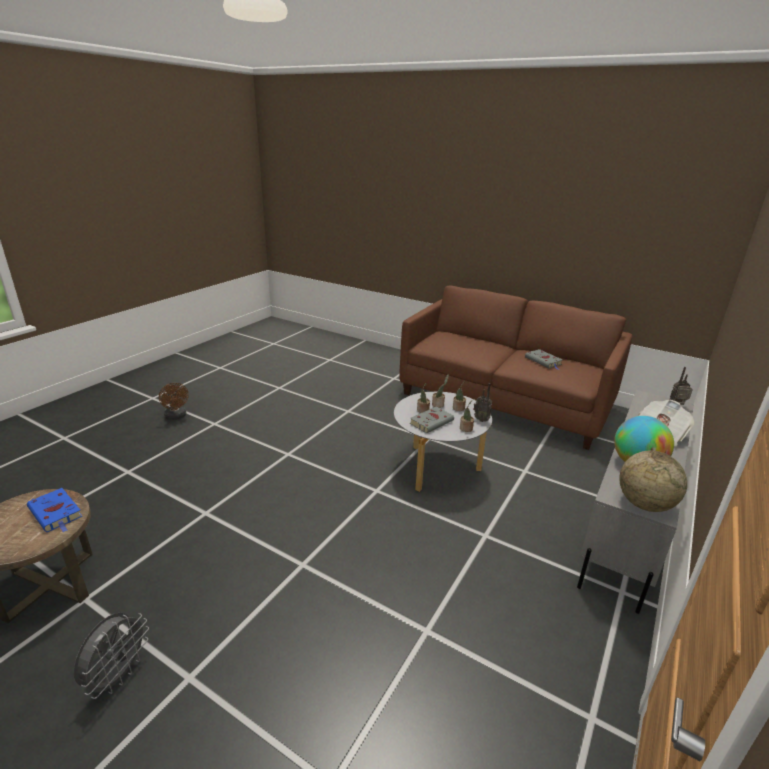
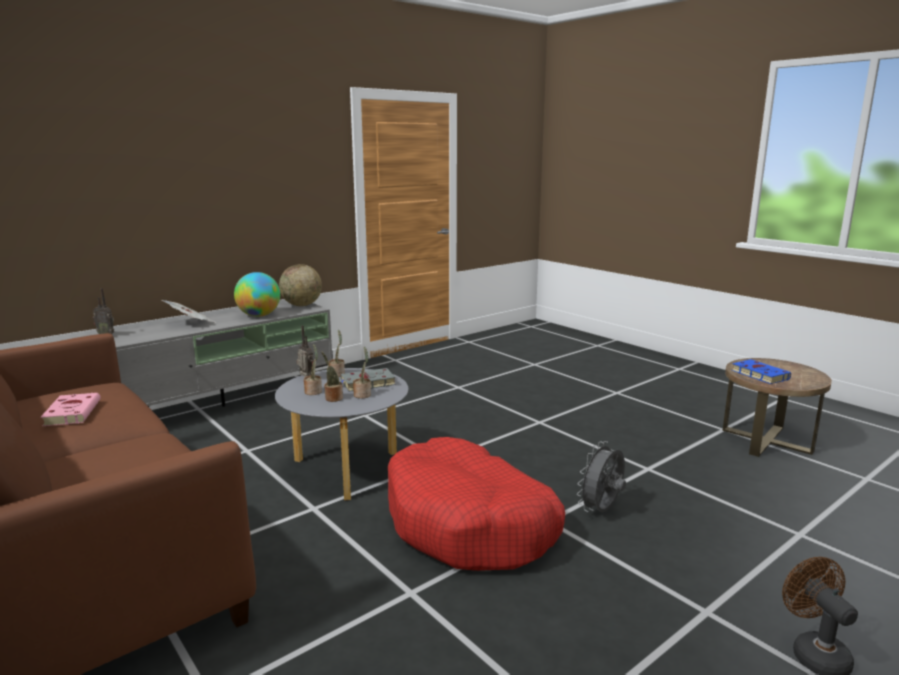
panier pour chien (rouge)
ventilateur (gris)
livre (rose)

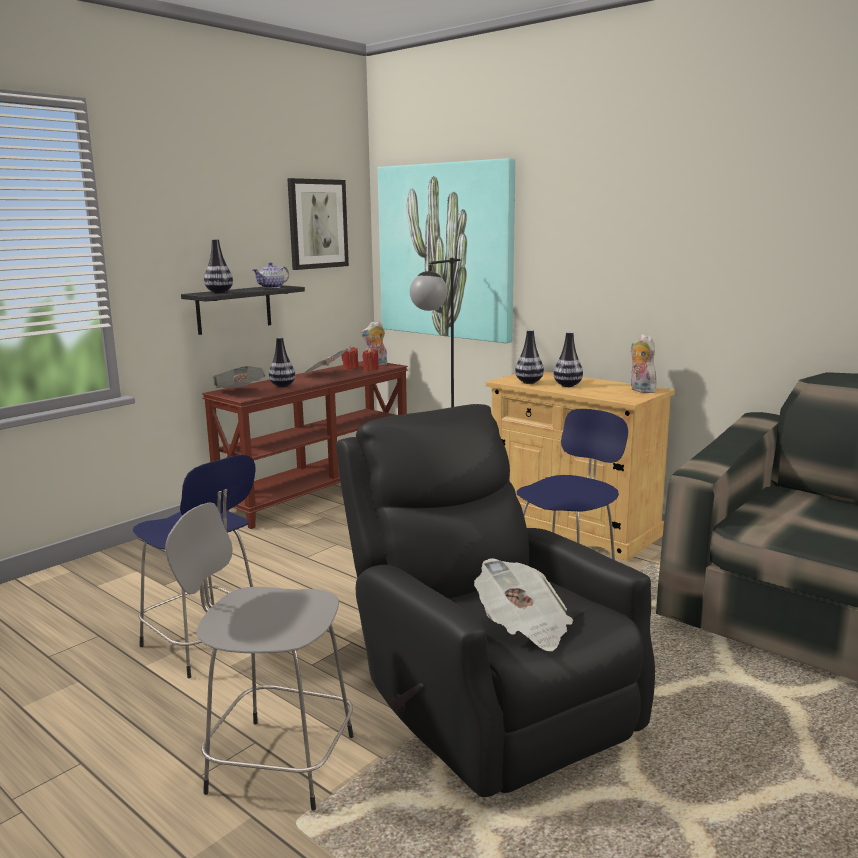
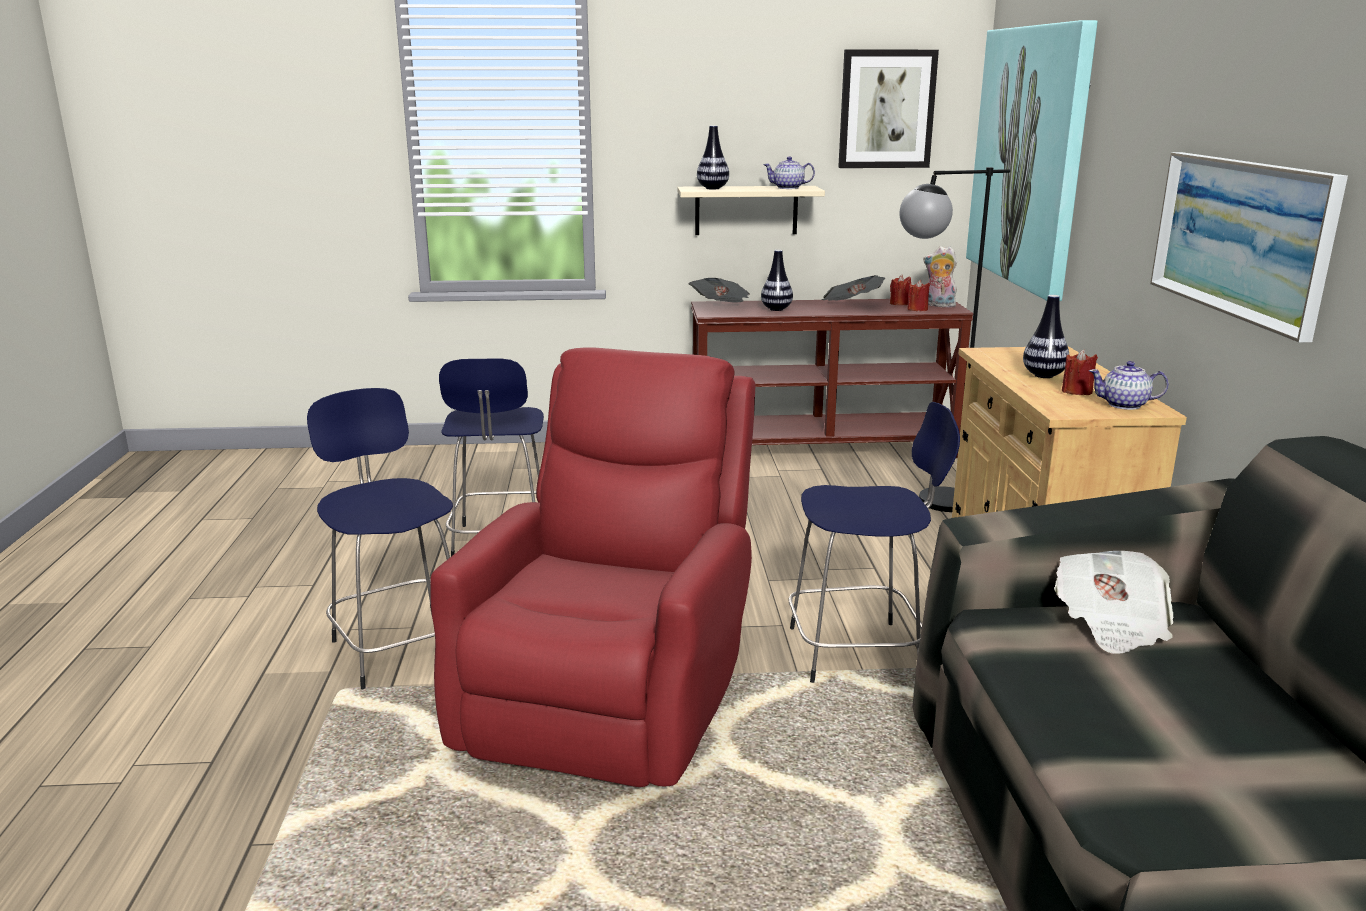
vase (3rd from left in the first image)
bougie (rouge) (3rd from left)
tableau (3rd from left)
journal (3rd from left)
théière (2nd from left)
tabouret (bleu) (1st from left)
étagère (beige)
fauteuil (rouge)

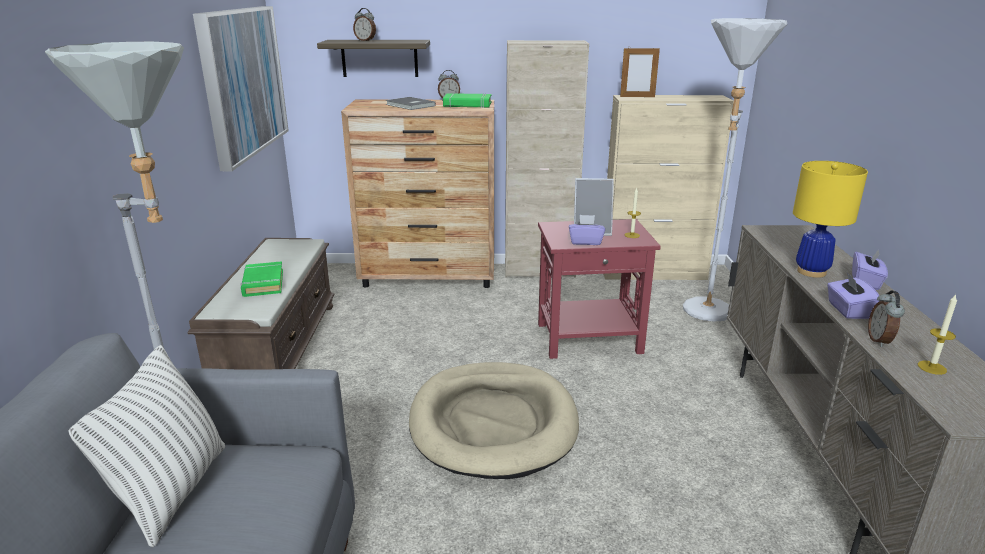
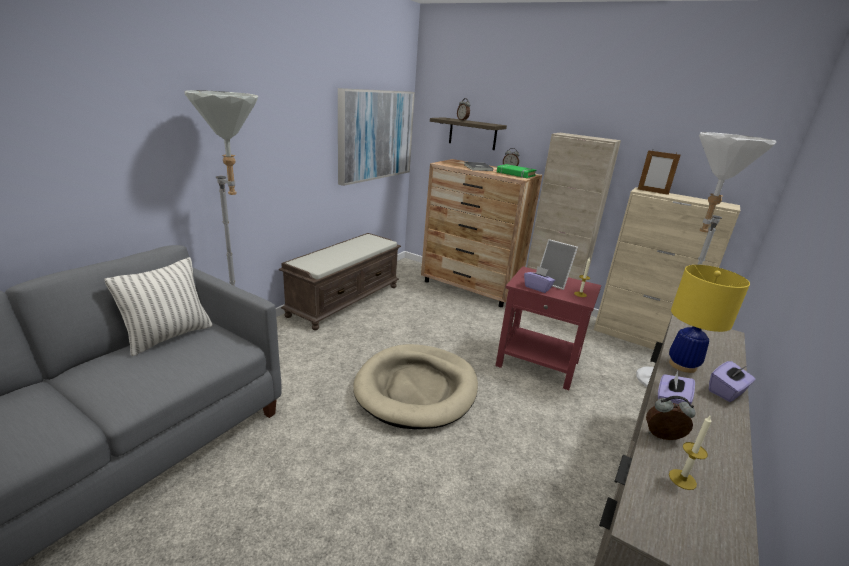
livre (vert) (1st from left in the first image)
réveil (3rd from left)

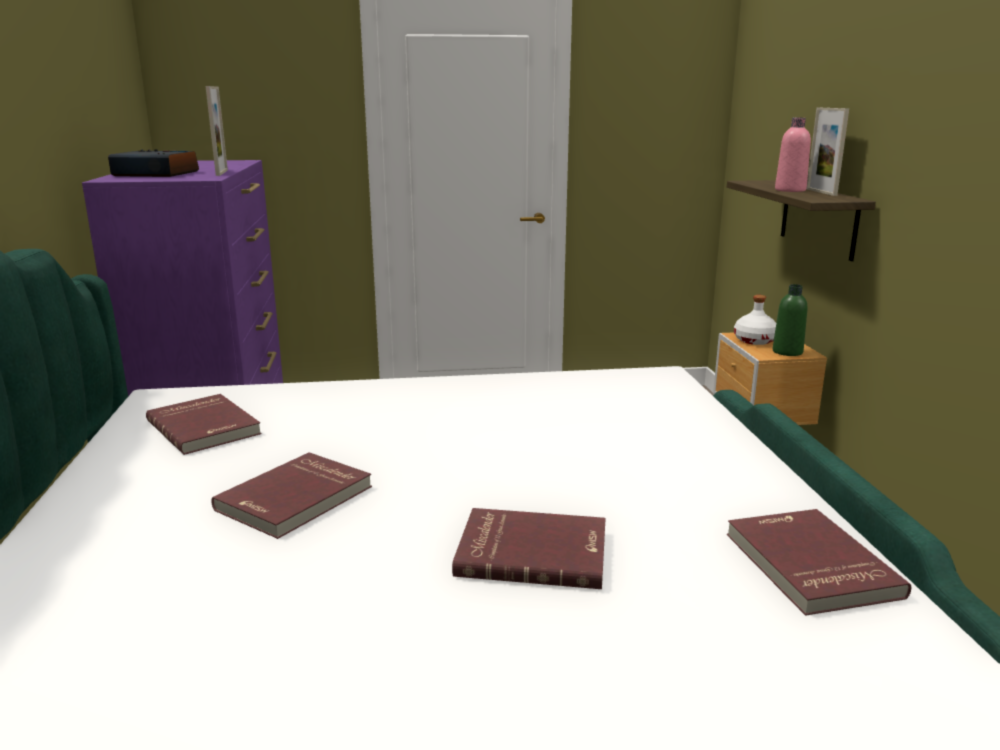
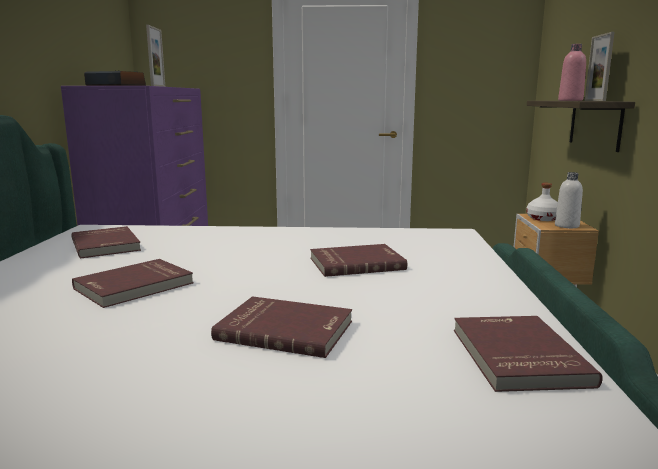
livre (rouge) (4th from left)
bouteille (blanc) (2nd from left)

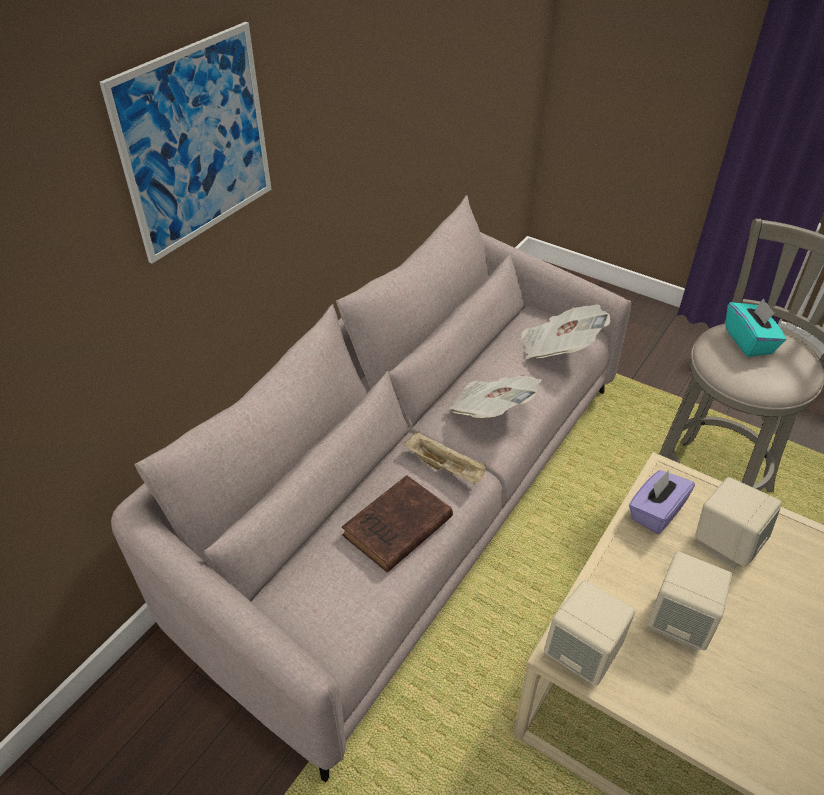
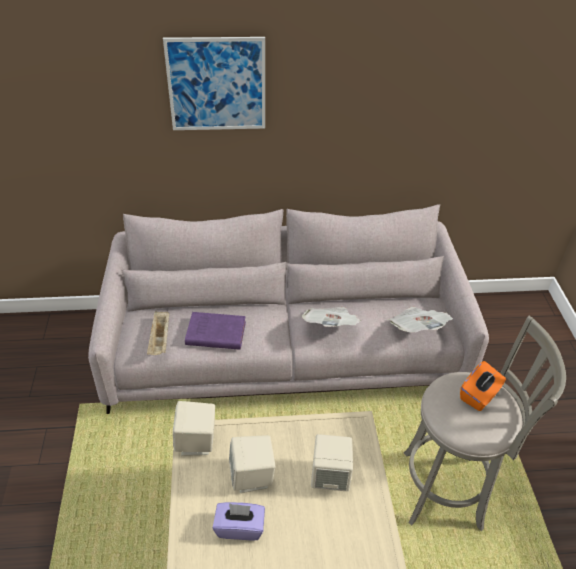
plateau (beige)
boîte à mouchoirs (violet)
livre (violet)
boîte à mouchoirs (orange)

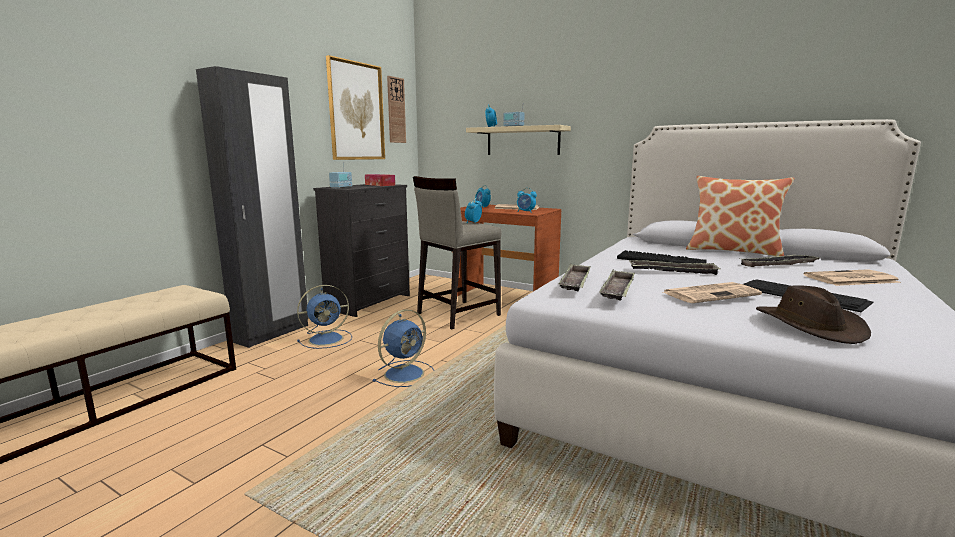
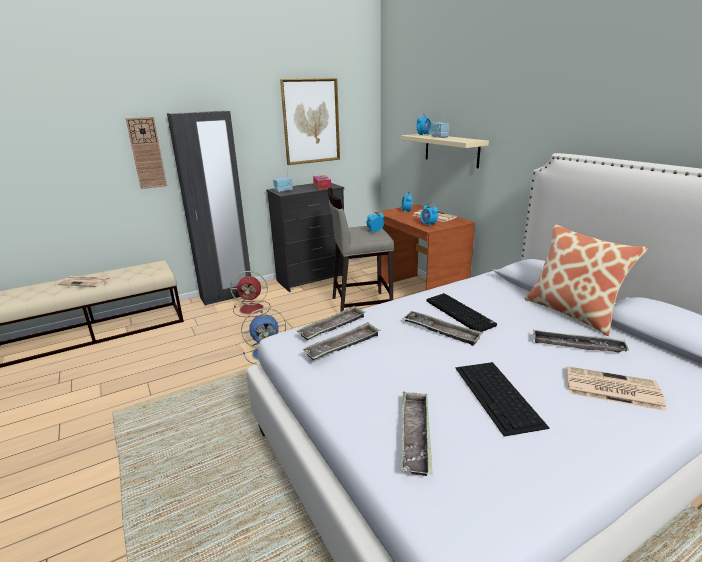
horloge murale
journal (1st from left)
plateau (3rd from left)
ventilateur (rouge)

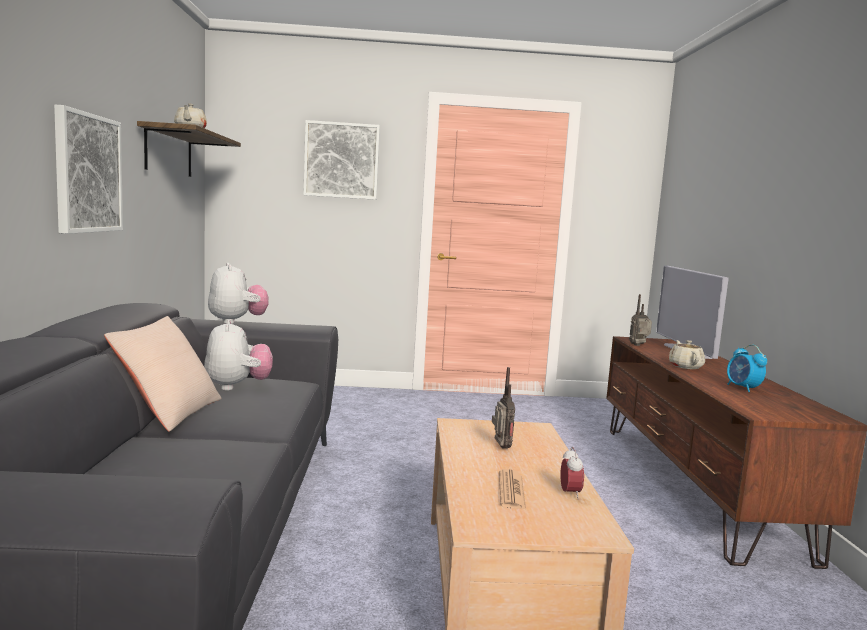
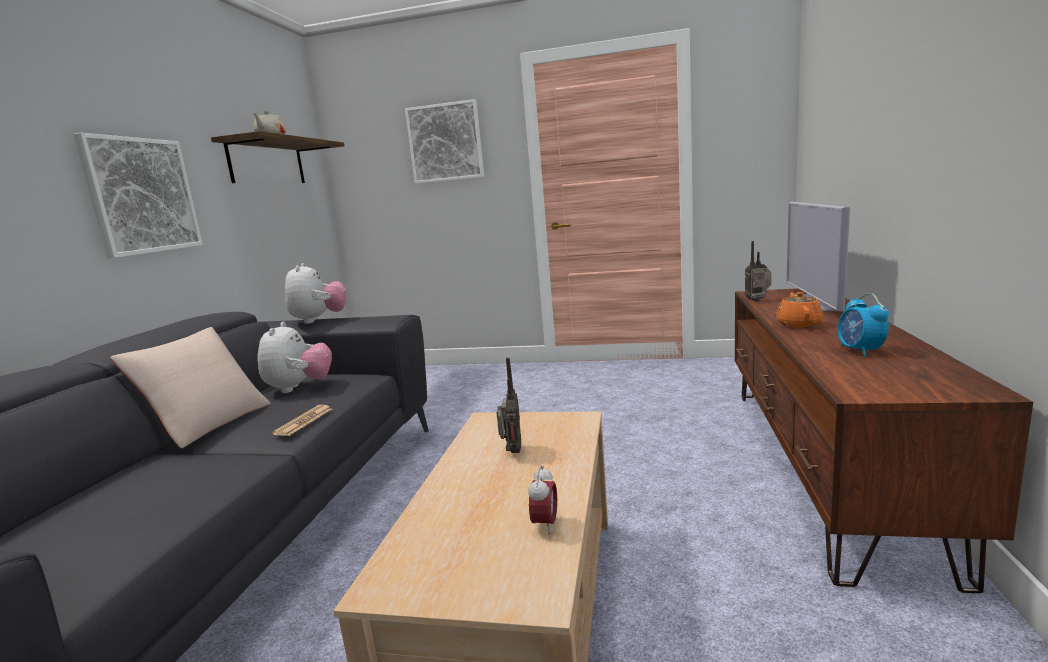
journal
théière (orange)

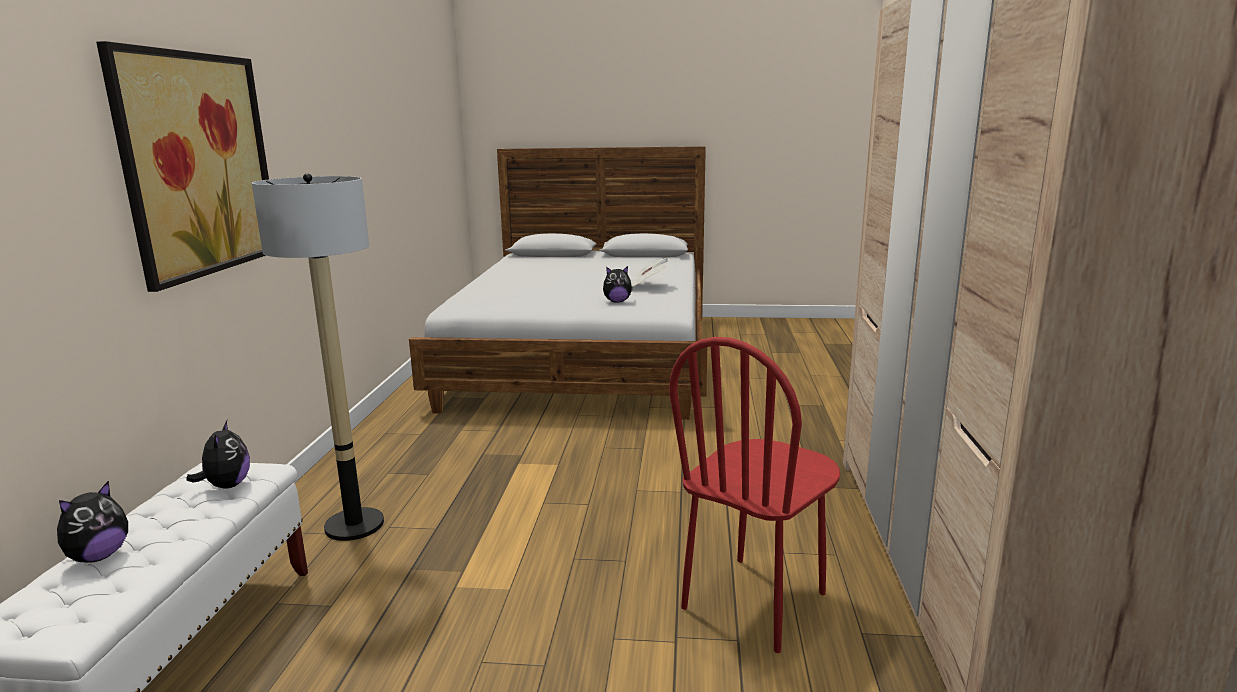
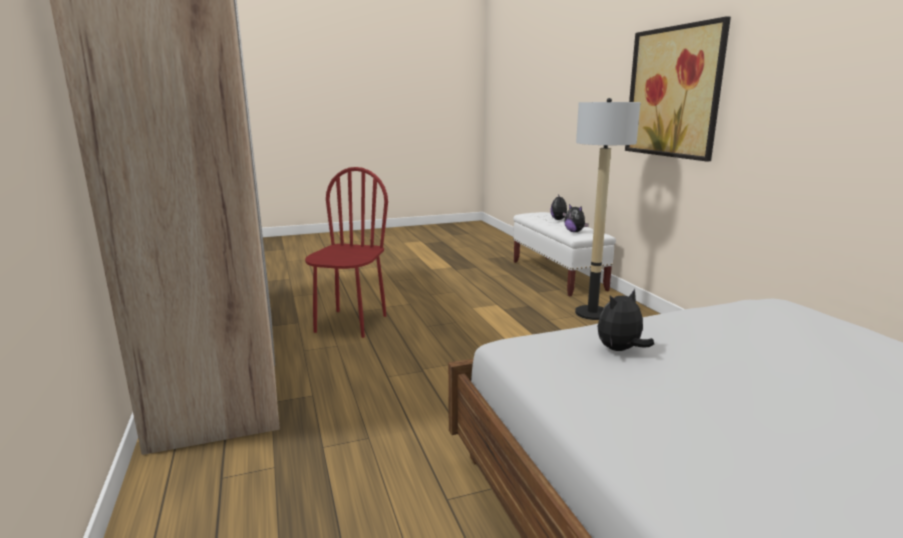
journal

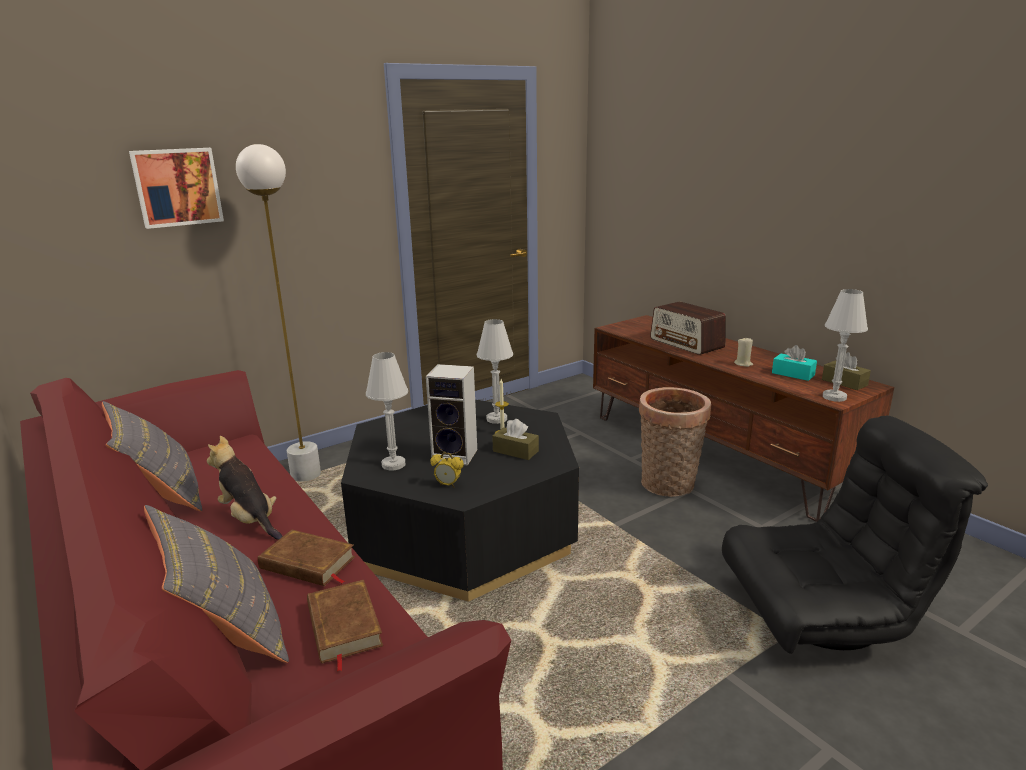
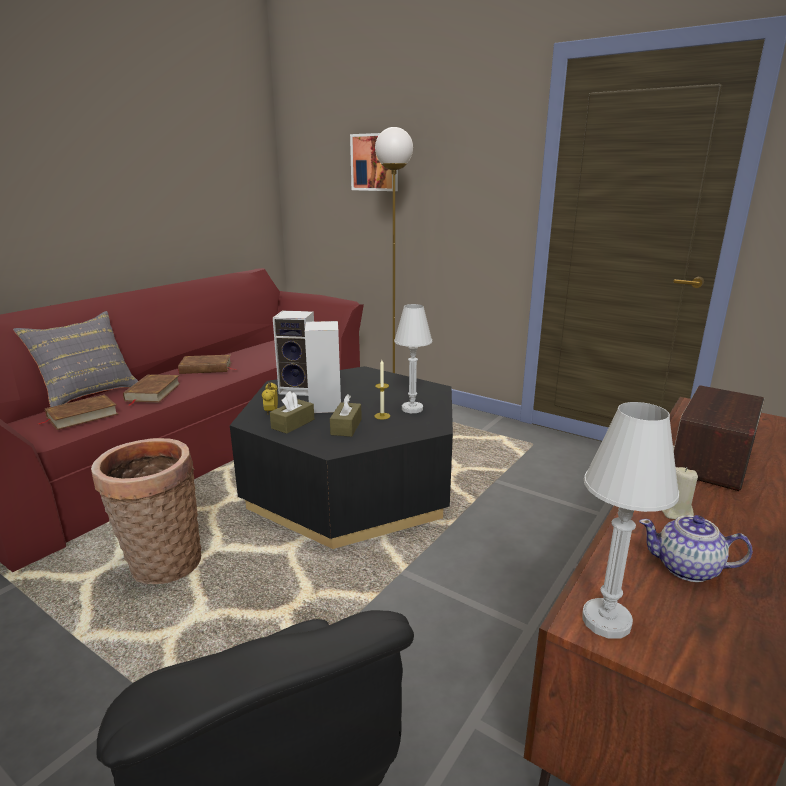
coussin (gris) (1st from left in the first image)
panier
boîte à mouchoirs (marron) (1st from left)
livre (marron) (3rd from left)
enceinte (1st from left)
théière

